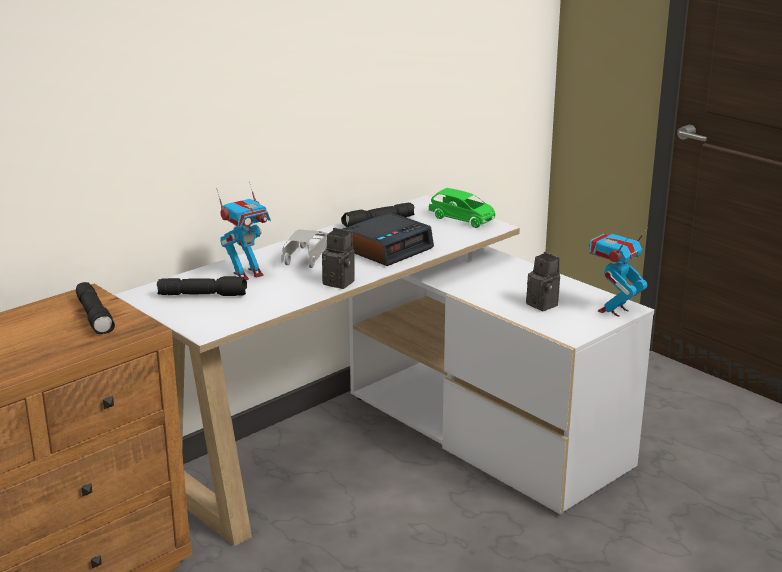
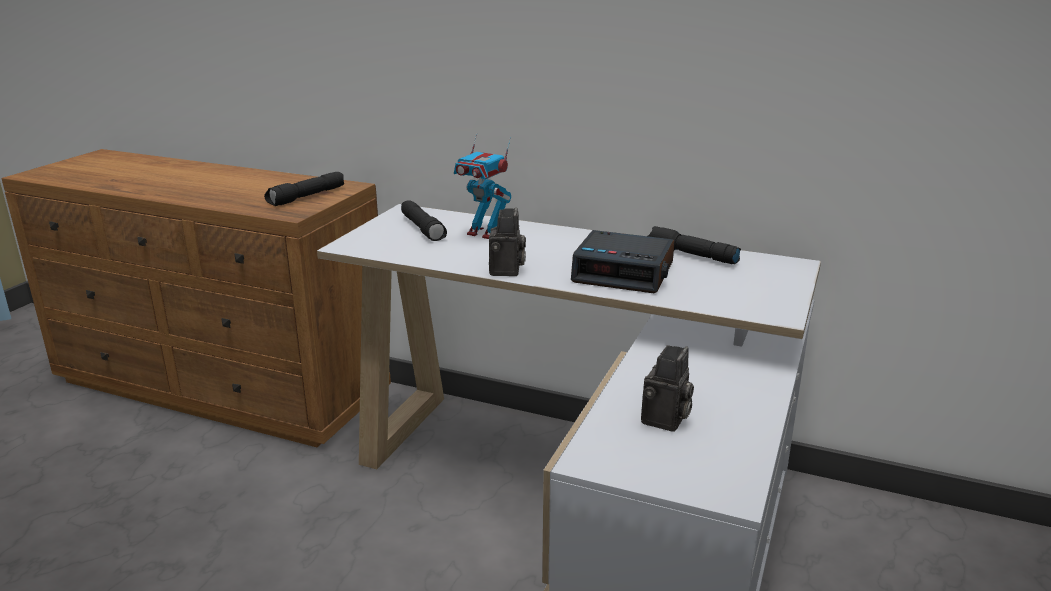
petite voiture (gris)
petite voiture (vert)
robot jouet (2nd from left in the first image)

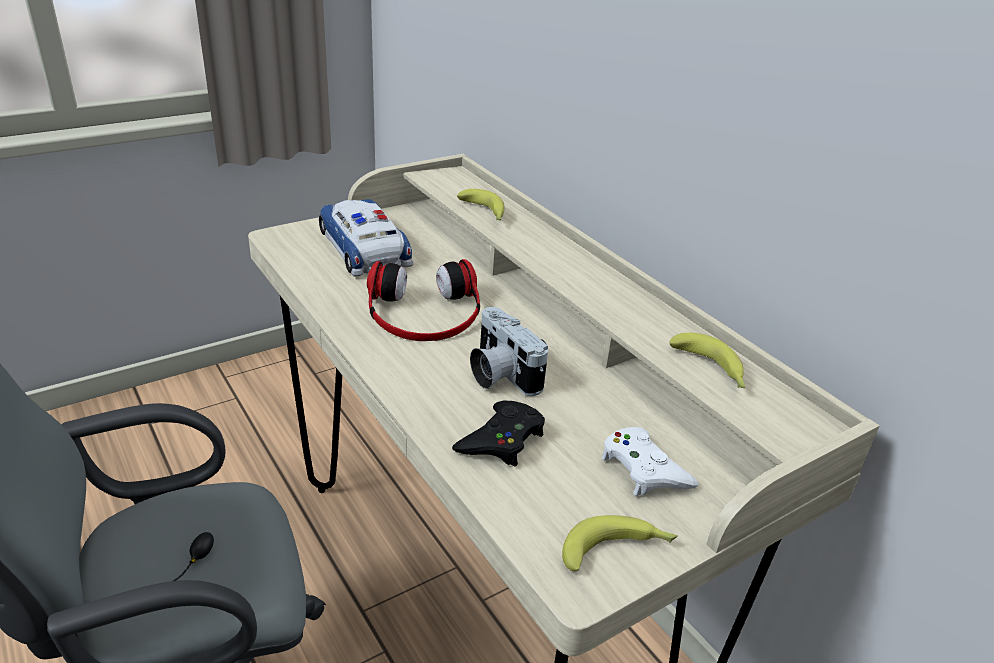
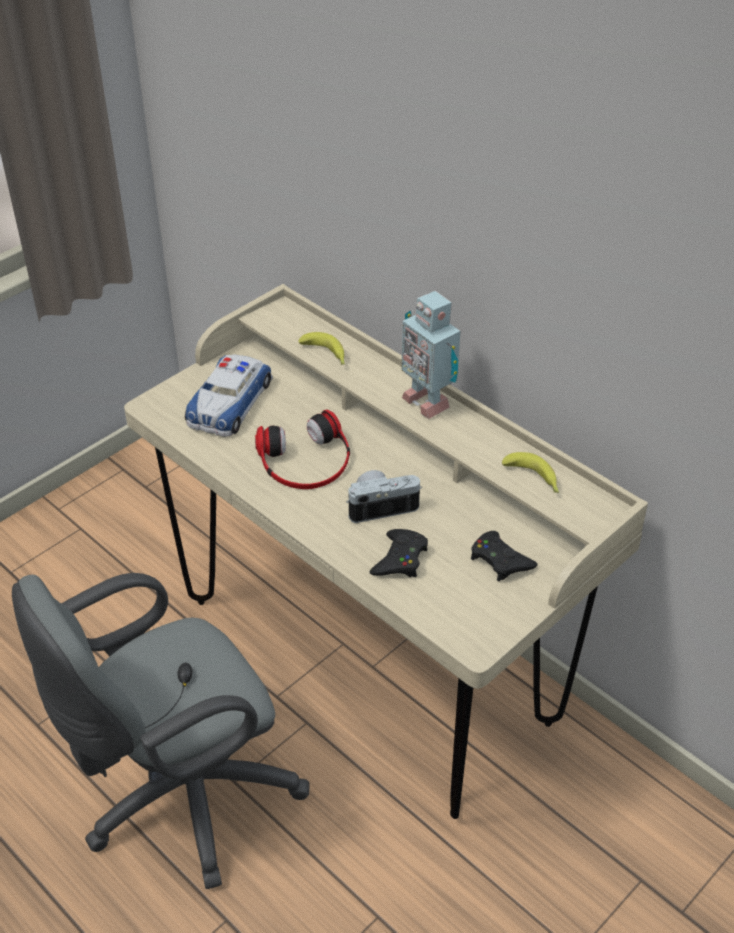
banane (2nd from left in the first image)
robot jouet
manette (noir) (2nd from left)
petite voiture
appareil photo

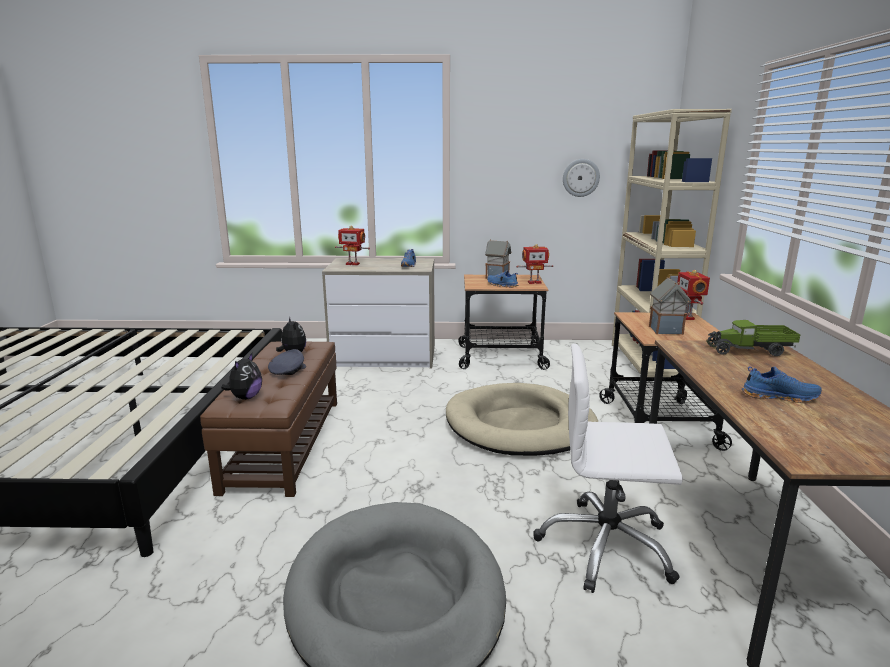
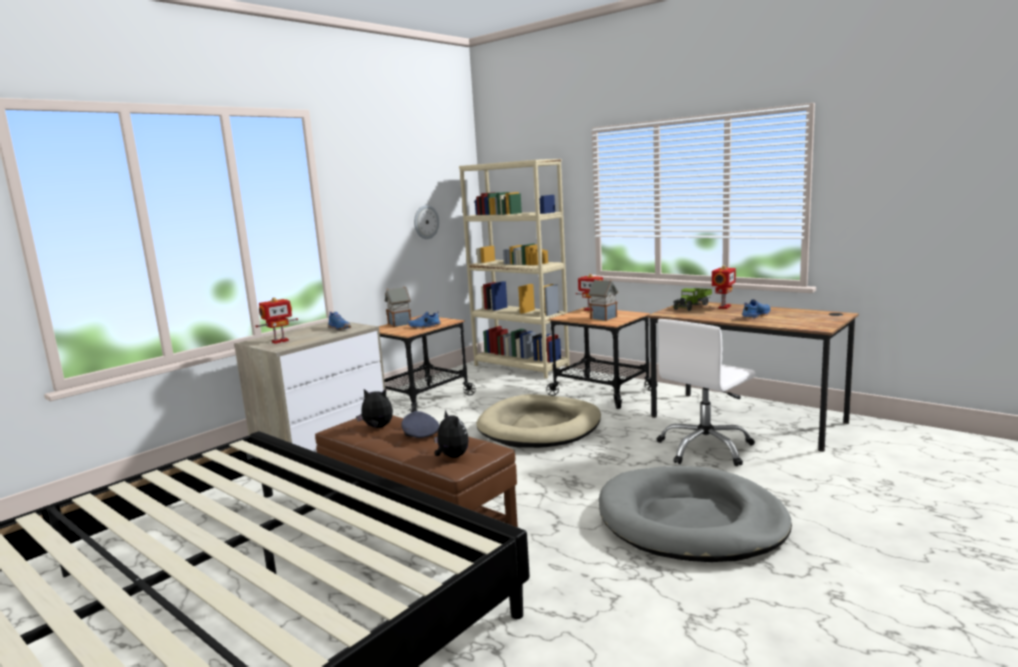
robot jouet (3rd from left)

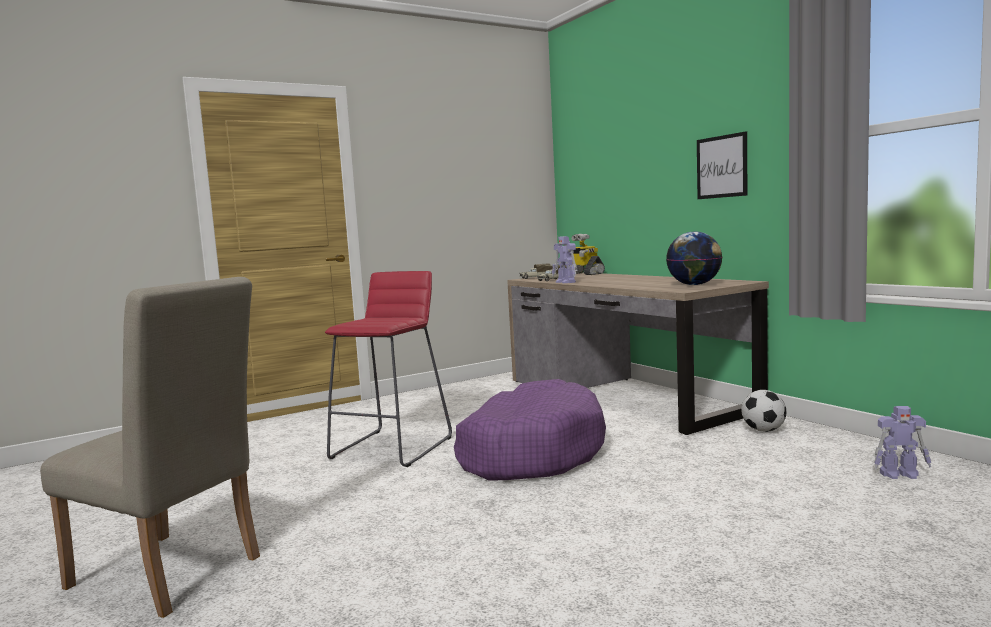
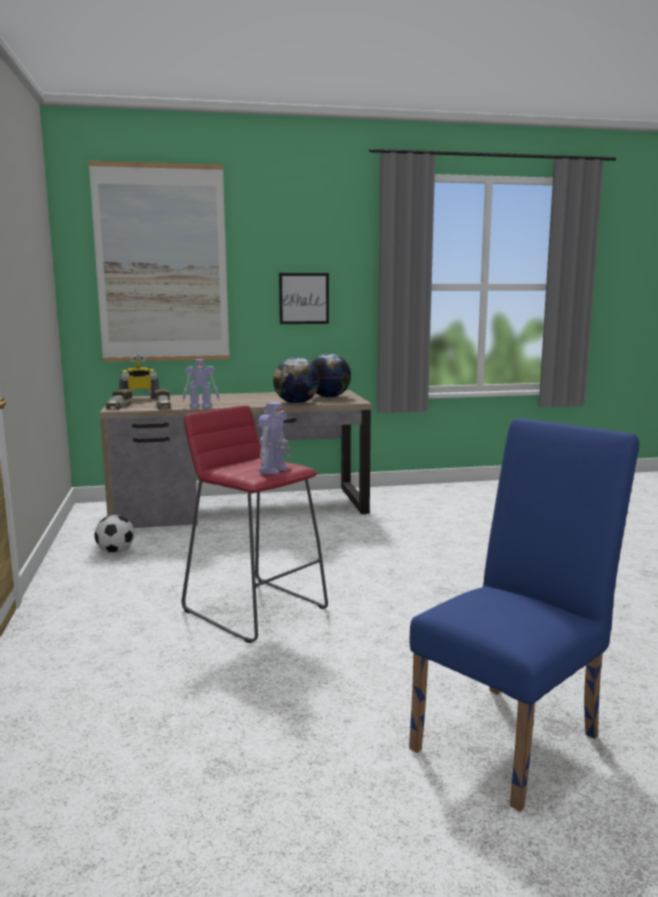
panier pour chien (violet)
tableau (1st from left)
globe (1st from left)
ballon de foot
robot jouet (3rd from left)
chaise (bleu)

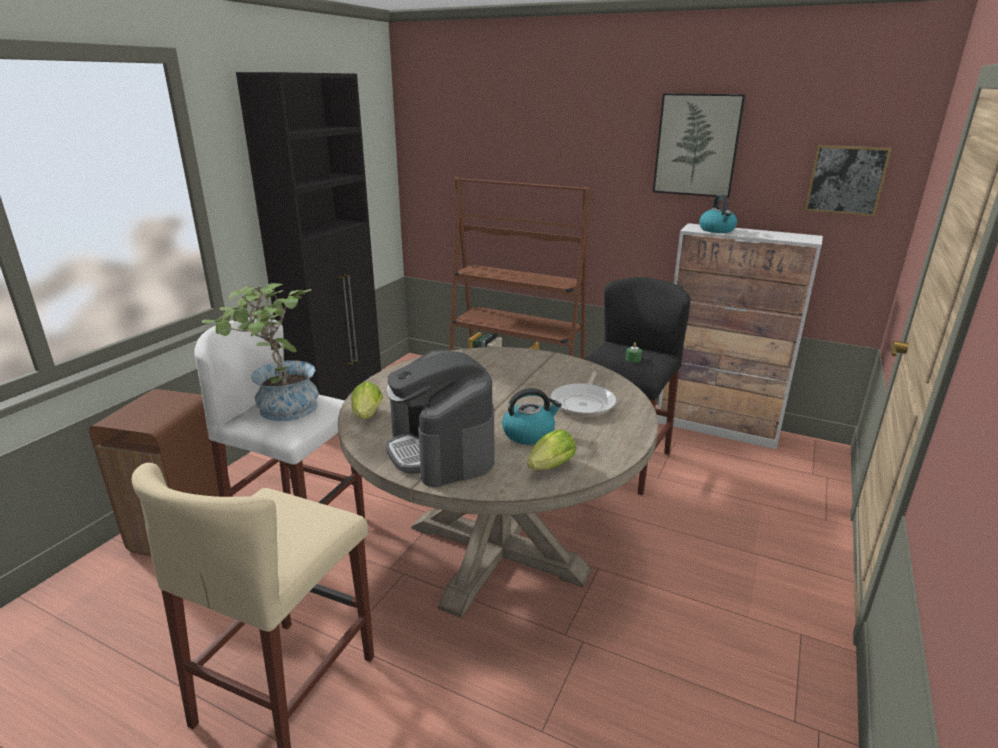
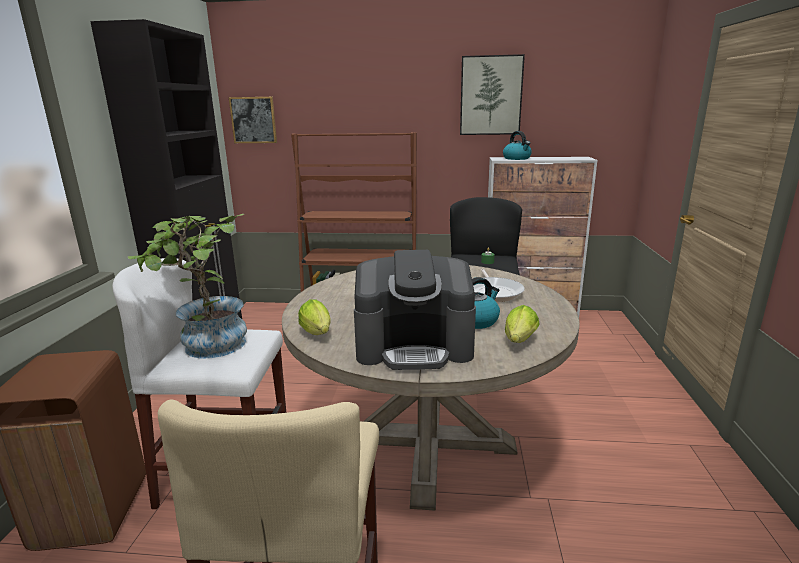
tableau (1st from left)
machine à café

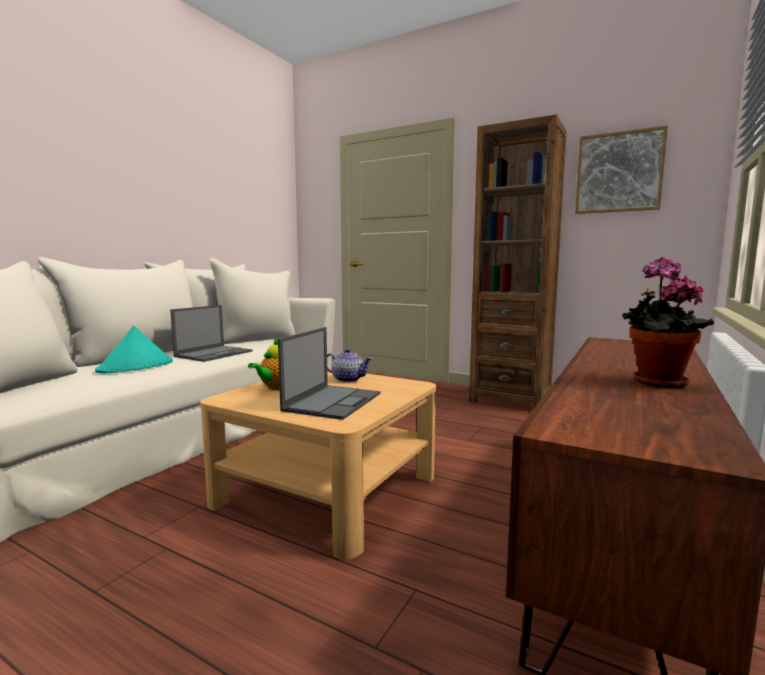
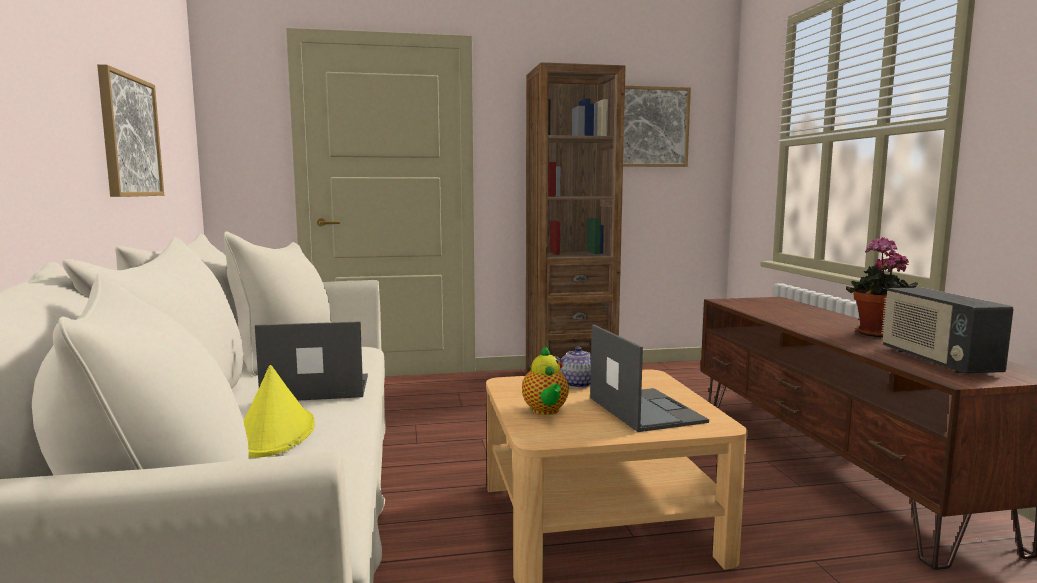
tableau (1st from left)
radio
chapeau (jaune)
ordinateur portable (1st from left)

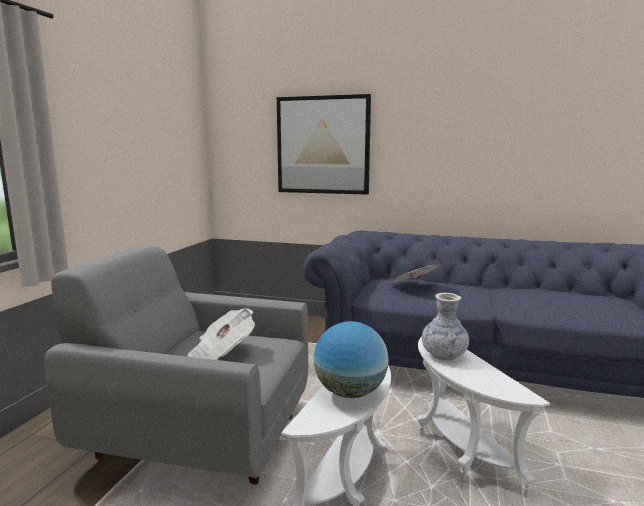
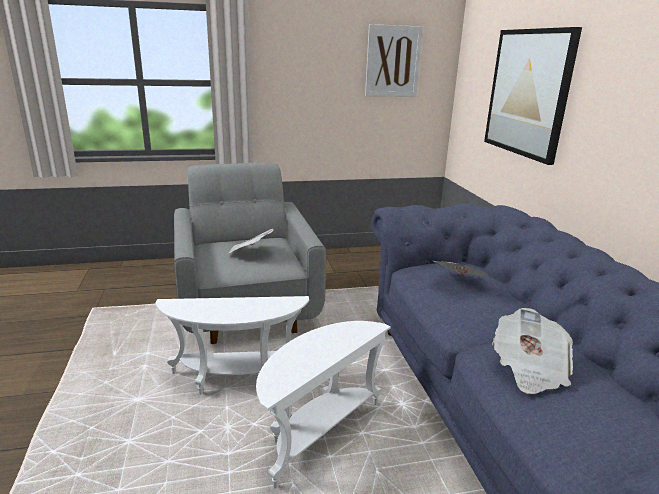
globe
vase
tableau (1st from left)
journal (3rd from left)

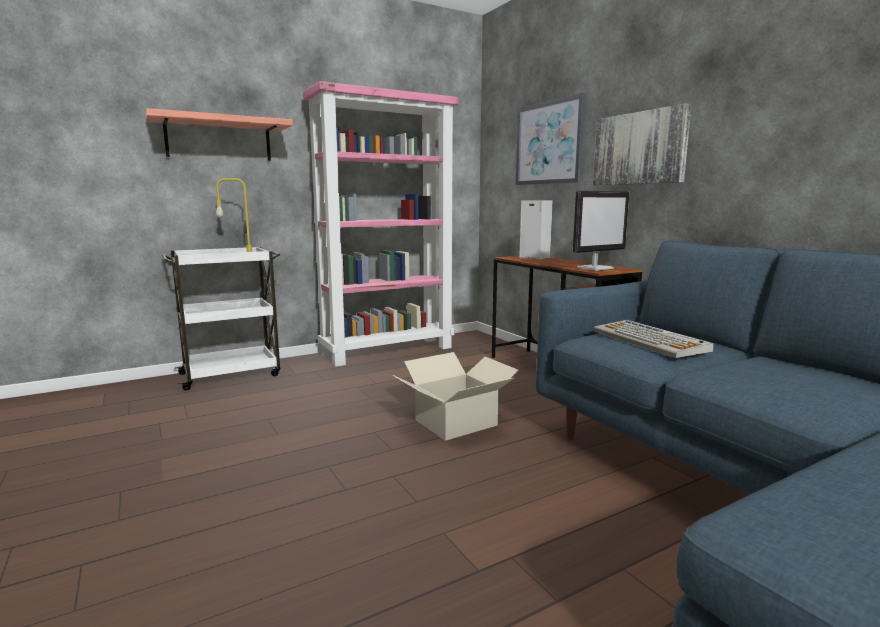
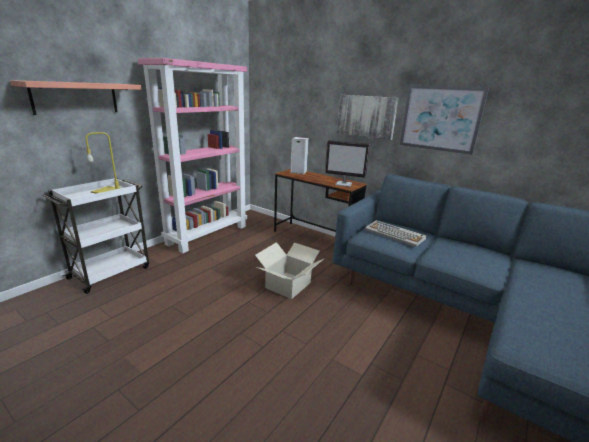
tableau (2nd from left)
écran d'ordinateur

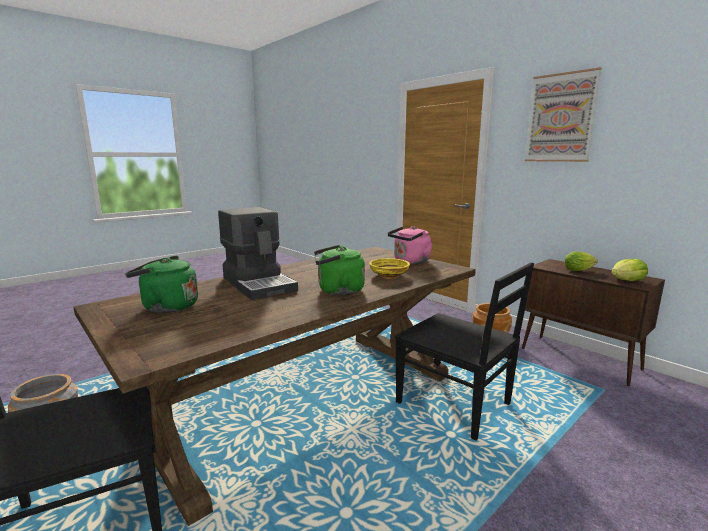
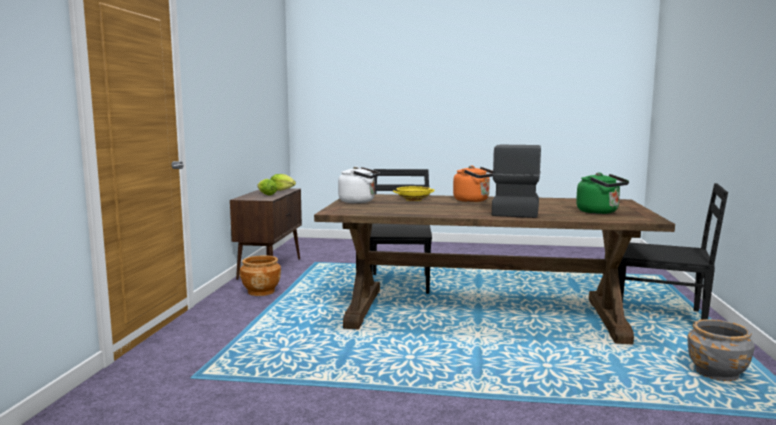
tableau
bouilloire (orange)
bouilloire (blanc)

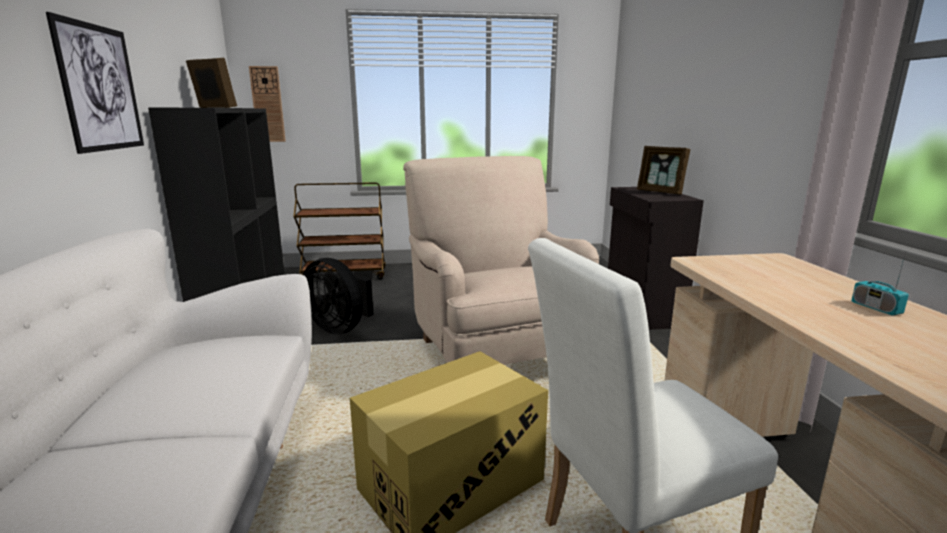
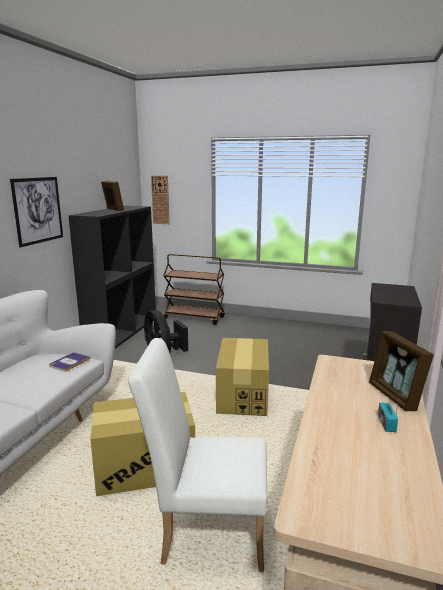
livre
cadre photo (2nd from left)
carton (2nd from left)

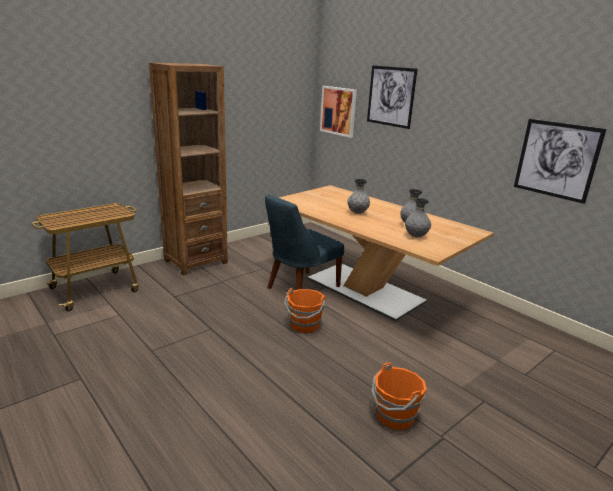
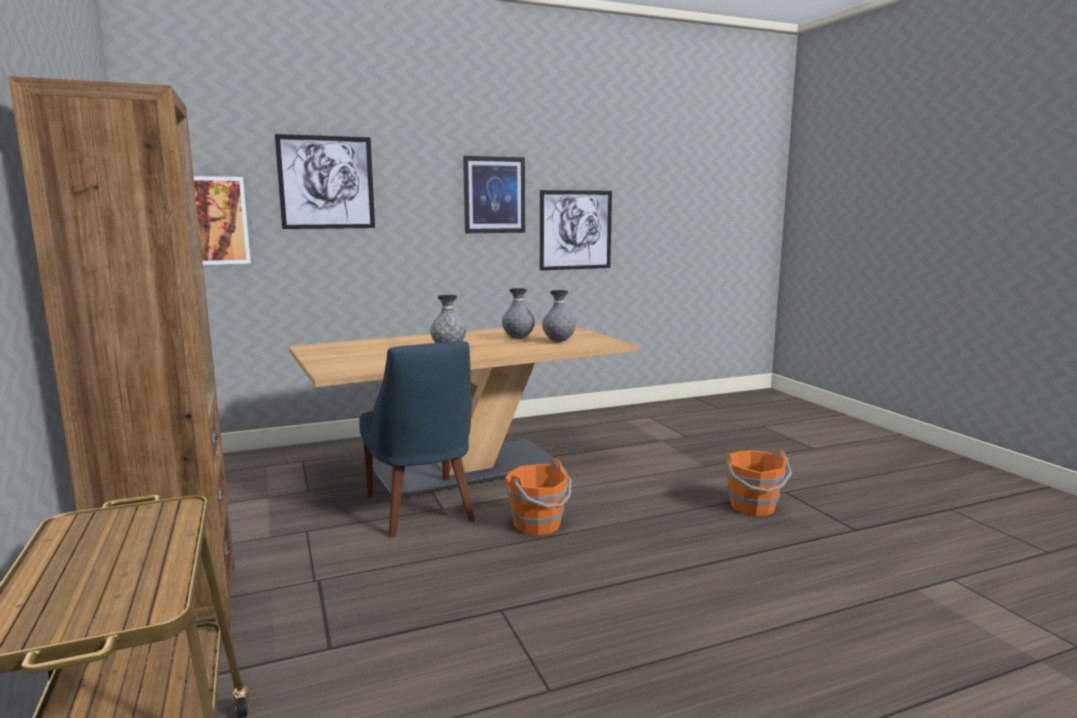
tableau (3rd from left)

